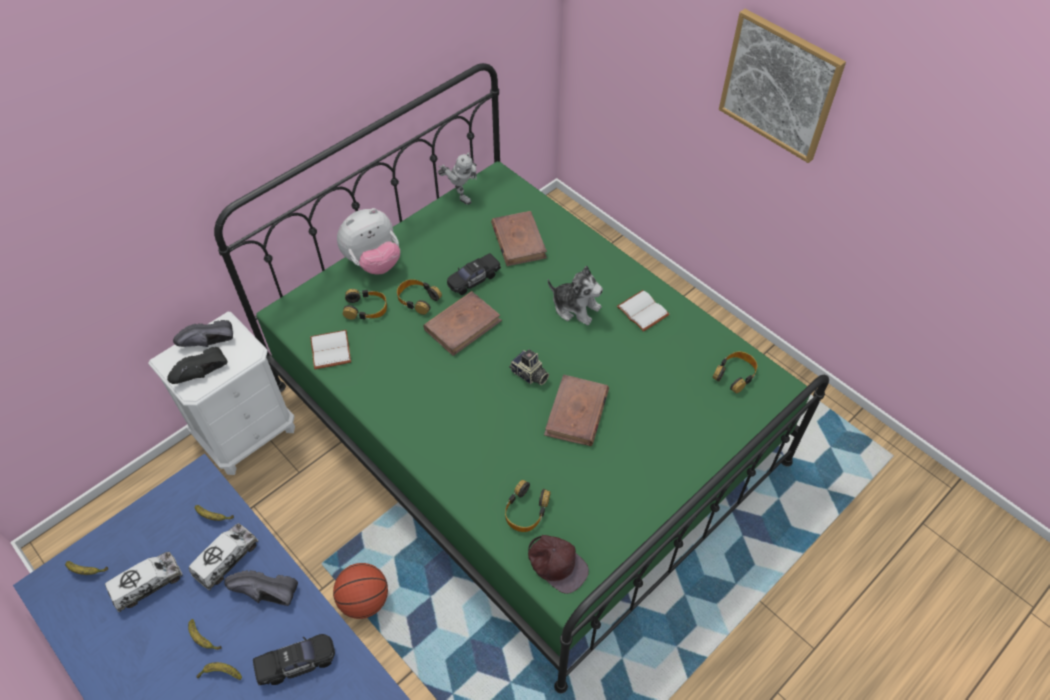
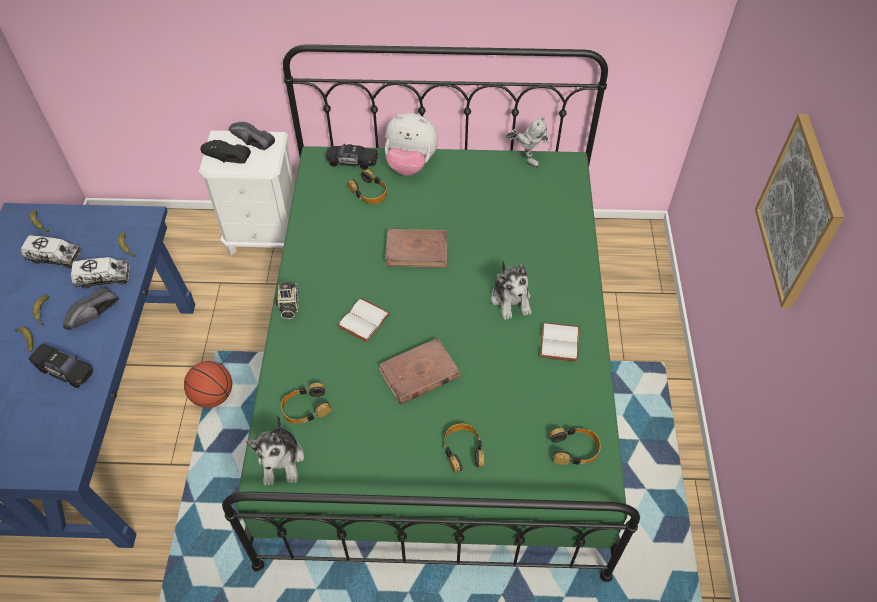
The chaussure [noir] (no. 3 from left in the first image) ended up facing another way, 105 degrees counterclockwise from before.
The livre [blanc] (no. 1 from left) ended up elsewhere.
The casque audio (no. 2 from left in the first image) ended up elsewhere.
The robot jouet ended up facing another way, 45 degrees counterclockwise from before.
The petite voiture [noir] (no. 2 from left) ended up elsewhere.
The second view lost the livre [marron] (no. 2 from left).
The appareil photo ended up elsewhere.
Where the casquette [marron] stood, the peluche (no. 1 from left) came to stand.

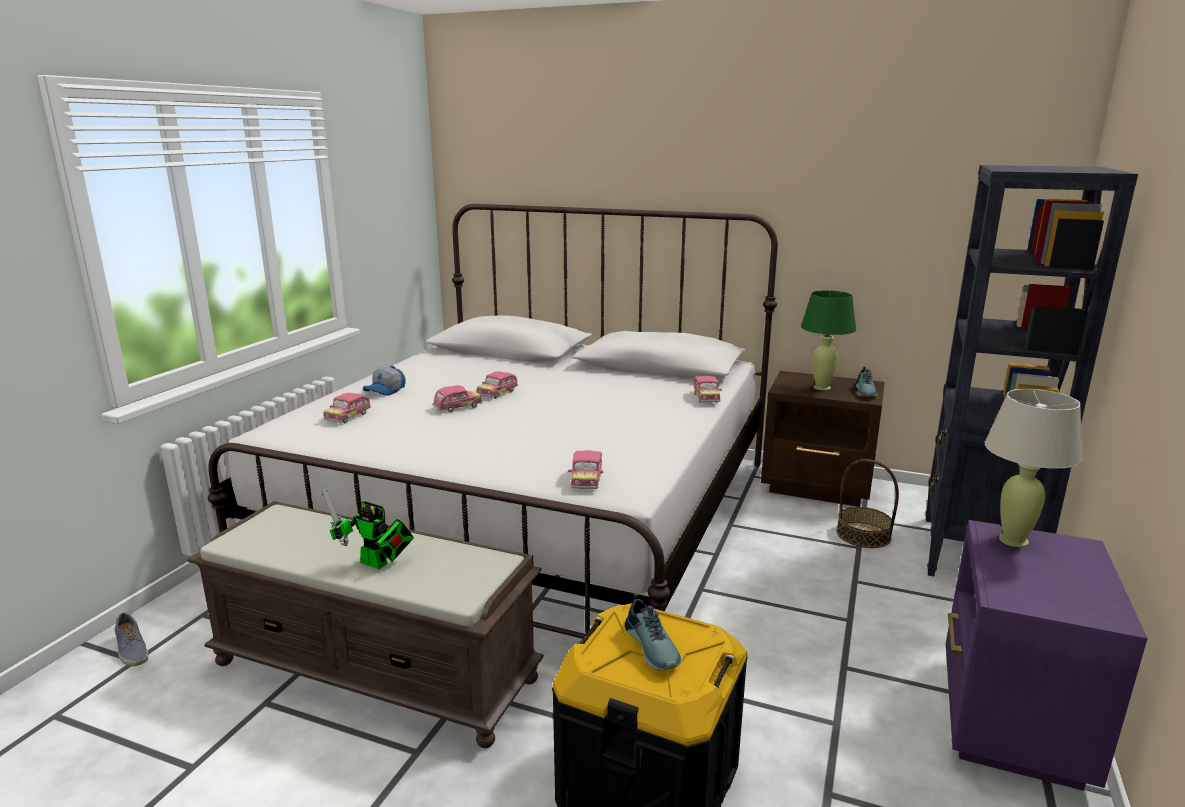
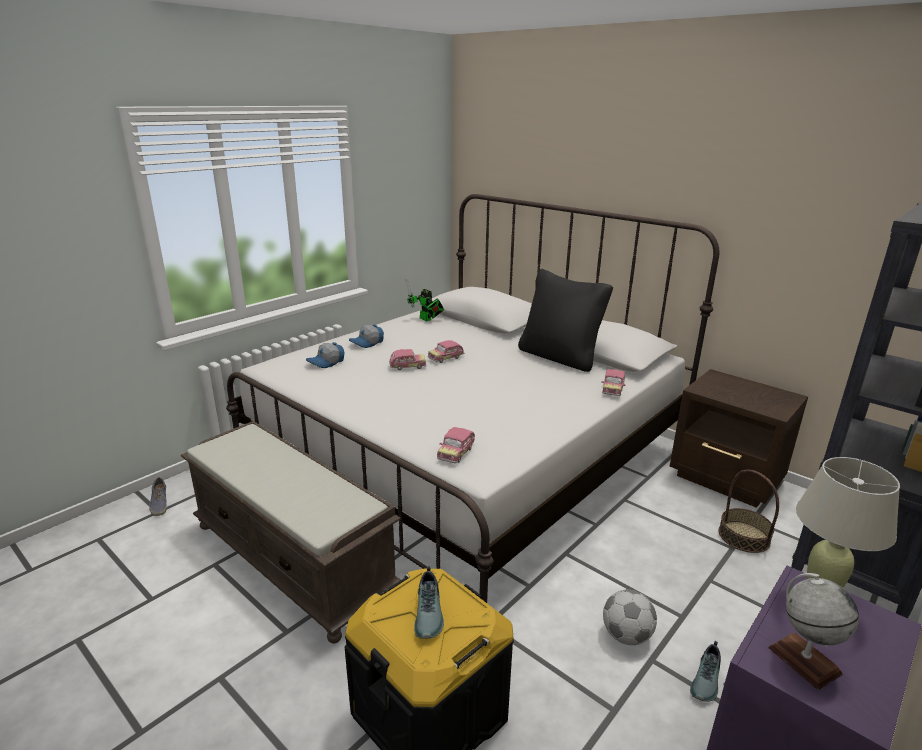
The robot jouet ended up elsewhere.
Where the petite voiture (no. 1 from left) stood, the casquette (no. 1 from left) came to stand.
The second view lost the lampe de table [vert].
The chaussure (no. 3 from left) ended up elsewhere.
The second view gained the coussin [noir].
The second view gained the ballon de foot.
The second view gained the globe.

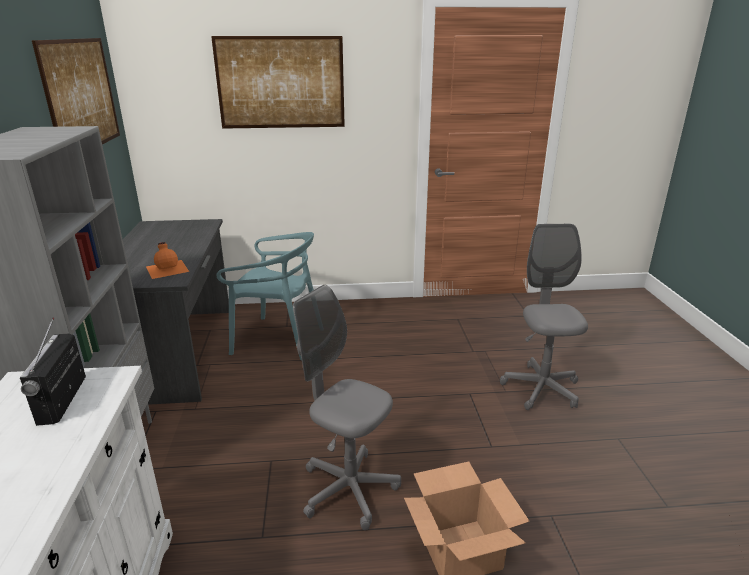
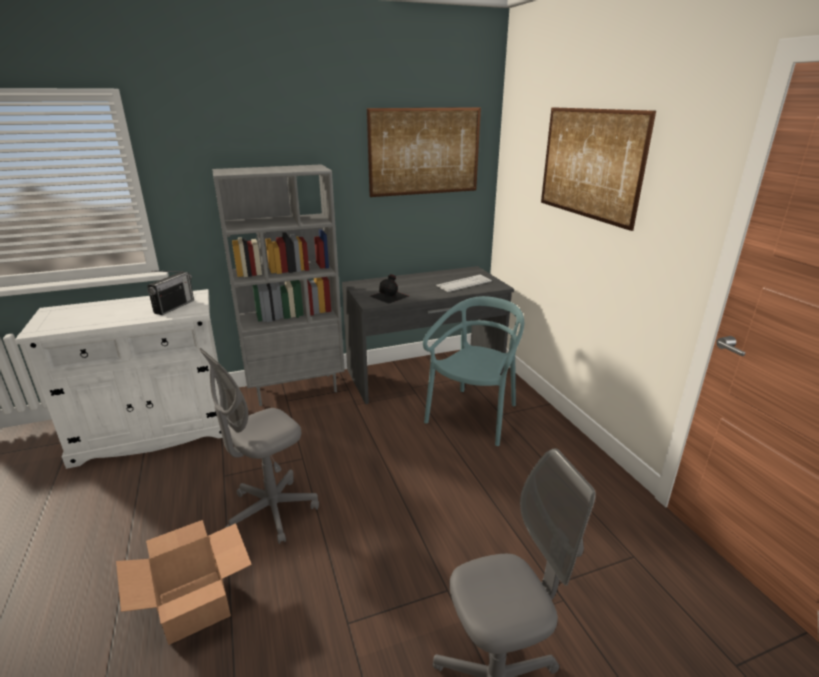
The radio ended up facing another way, 135 degrees clockwise from before.
What was the bouteille [orange] turned into the bouteille [noir].
The chaise [turquoise] ended up facing another way, 150 degrees counterclockwise from before.
The chaise de bureau [gris] (no. 1 from left) ended up facing another way, 150 degrees counterclockwise from before.
The second view gained the clavier.

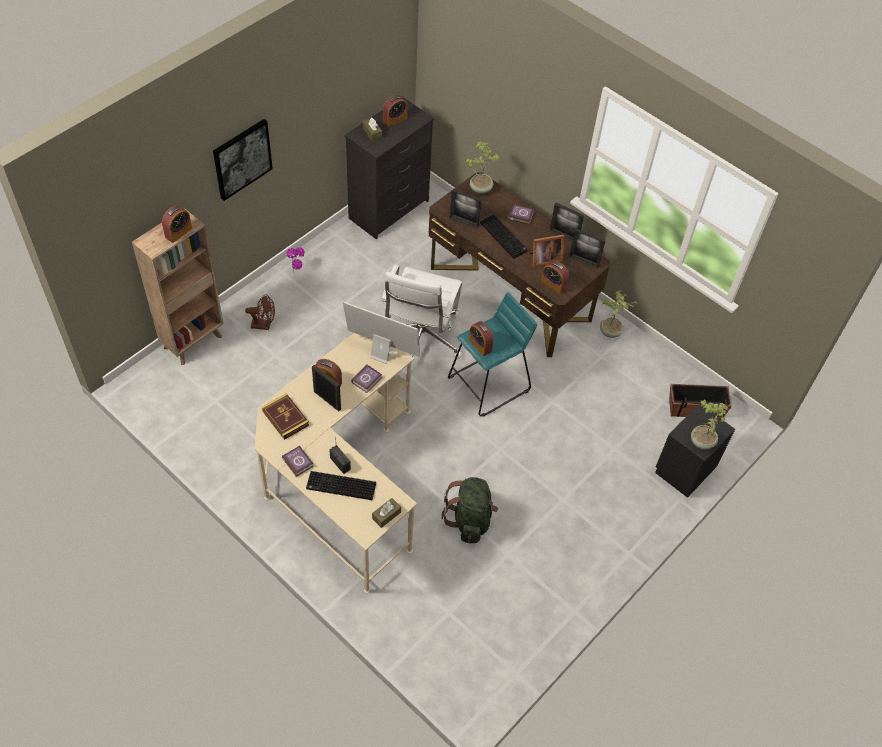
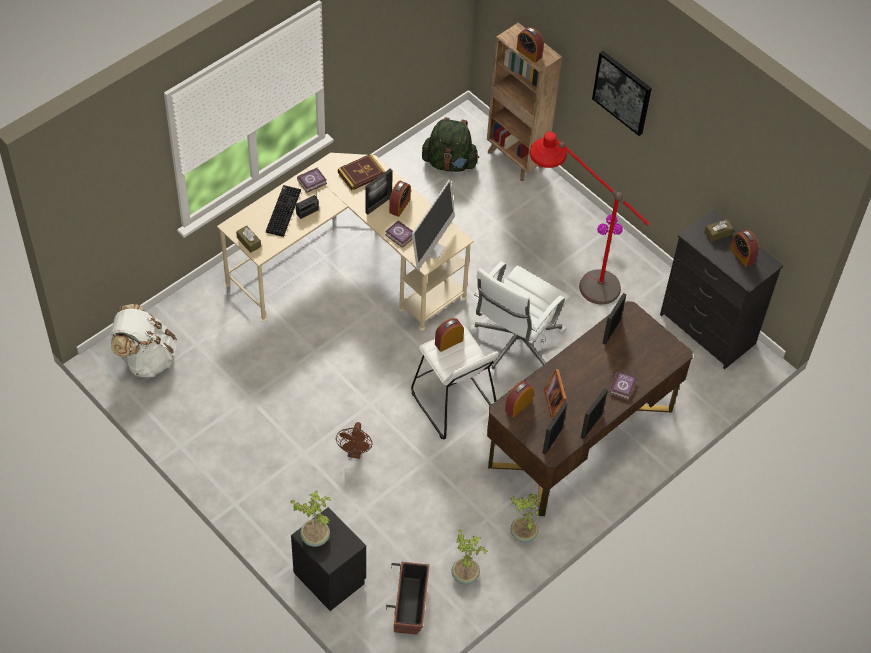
The ventilateur [marron] ended up elsewhere.
The chaise de bureau [blanc] ended up facing another way, 75 degrees counterclockwise from before.
The sac à dos [vert] ended up elsewhere.
What was the tabouret [turquoise] turned into the tabouret [blanc].
The plante en pot (no. 2 from left) ended up elsewhere.
The second view lost the clavier (no. 2 from left).
The second view gained the sac à dos [blanc].
The second view gained the lampadaire [rouge].

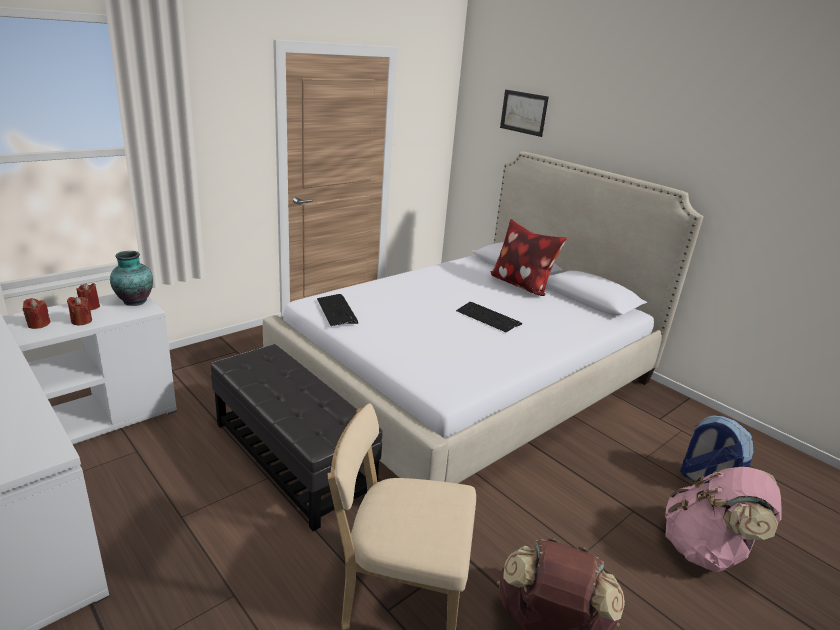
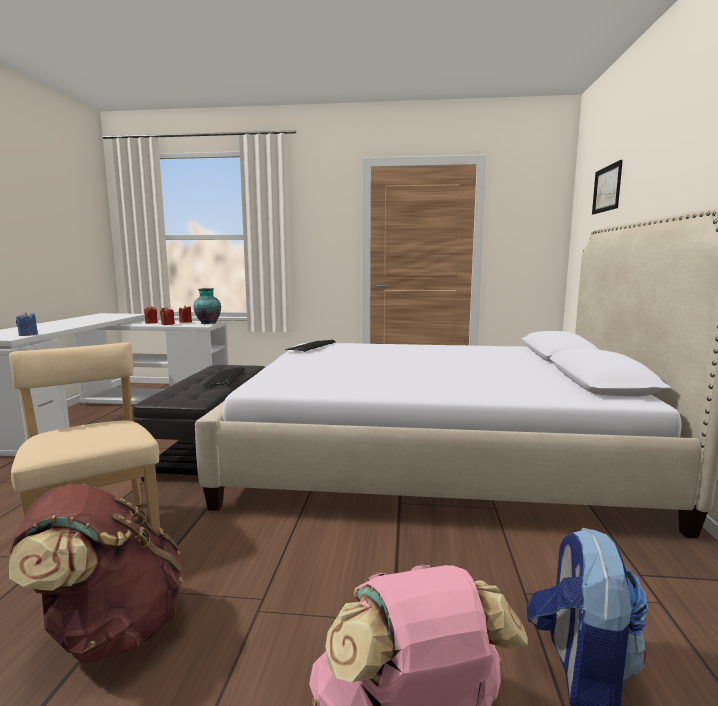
The clavier (no. 2 from left in the first image) ended up elsewhere.
The second view lost the coussin.
The second view gained the bougie [bleu].

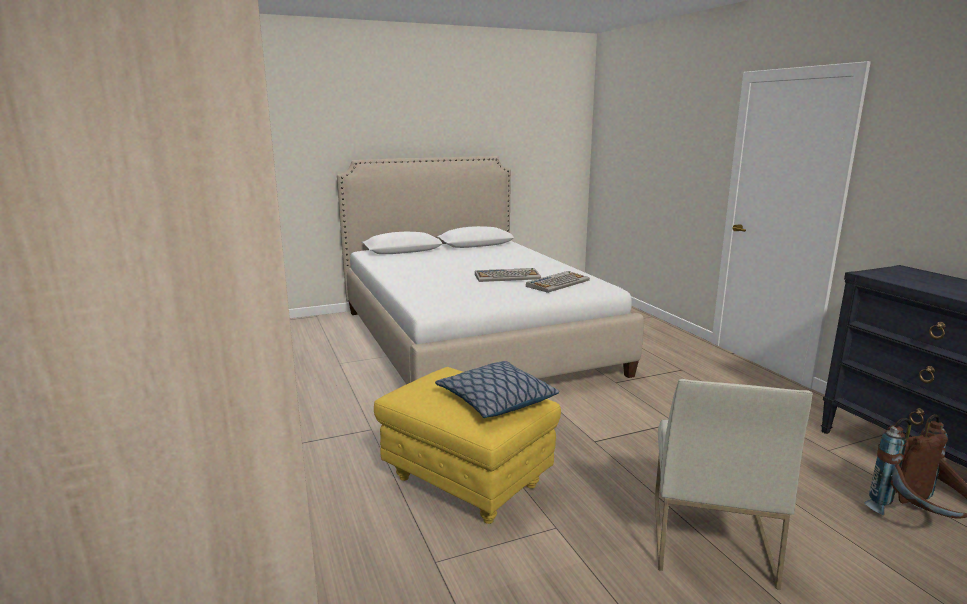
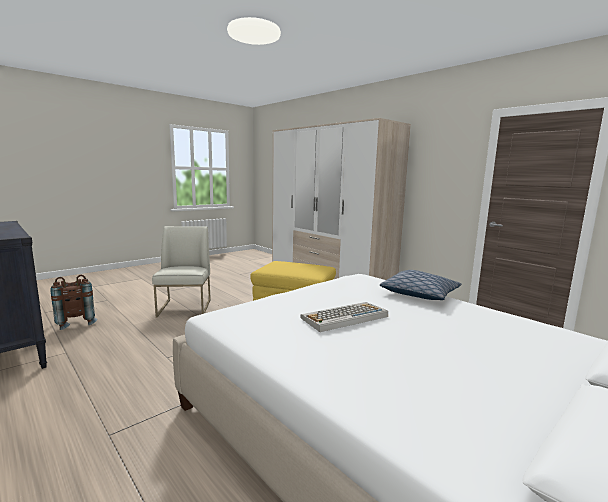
The coussin ended up elsewhere.
The second view lost the clavier (no. 2 from left).

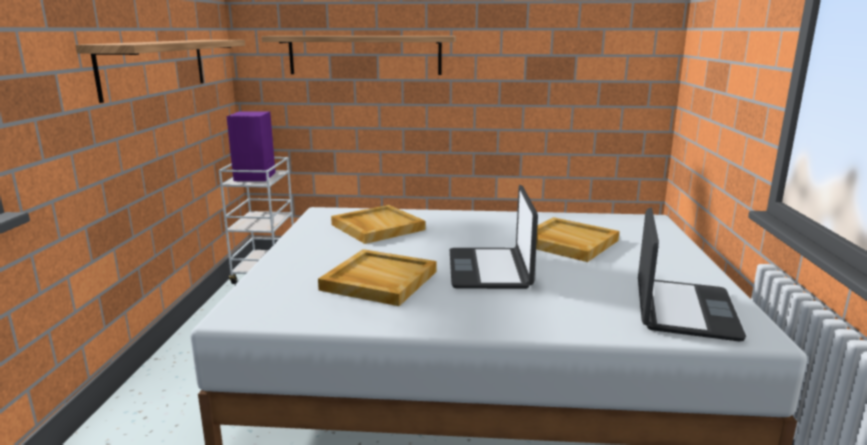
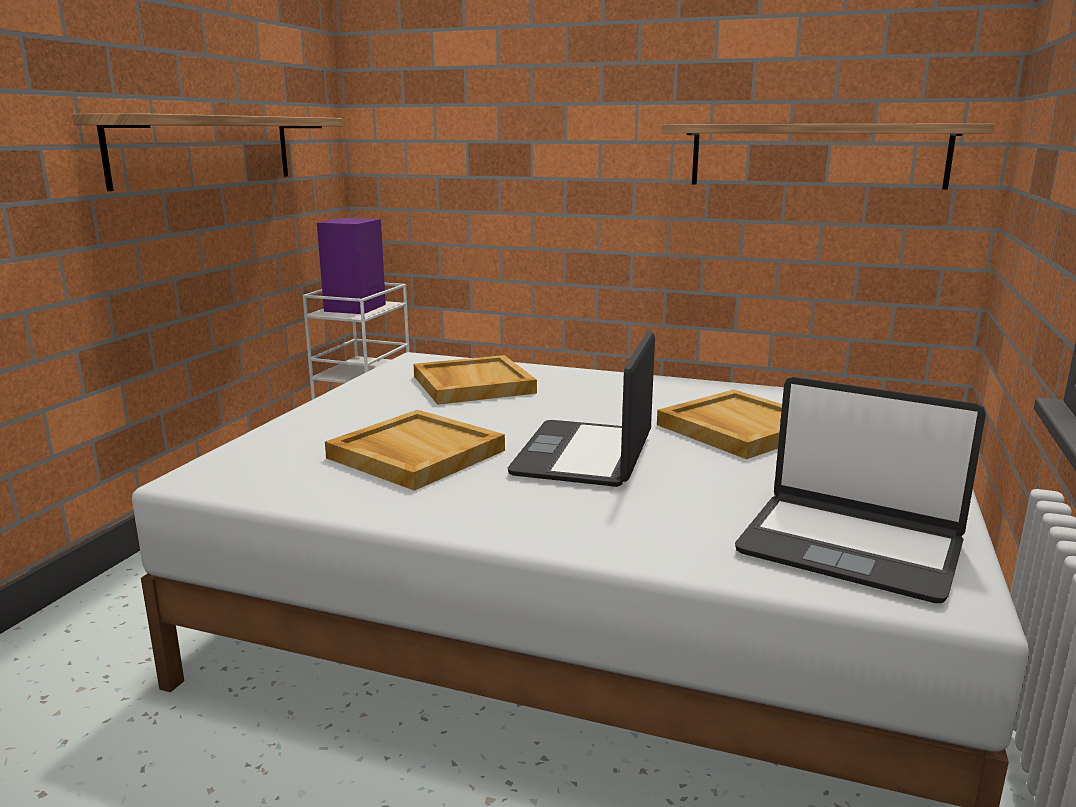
The étagère (no. 2 from left) ended up elsewhere.
The ordinateur portable (no. 2 from left) ended up facing another way, 90 degrees clockwise from before.

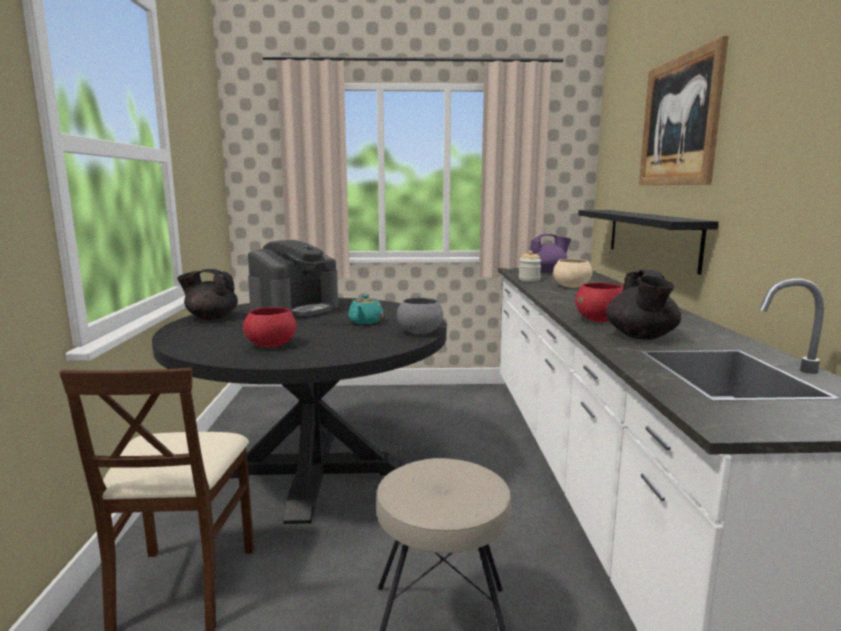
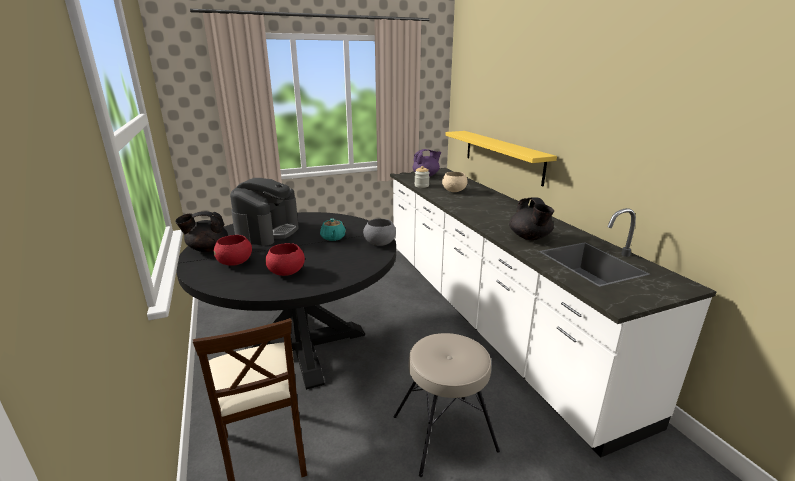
The bol [rouge] (no. 2 from left in the first image) ended up elsewhere.
What was the étagère [noir] turned into the étagère [jaune].
The second view lost the tableau.

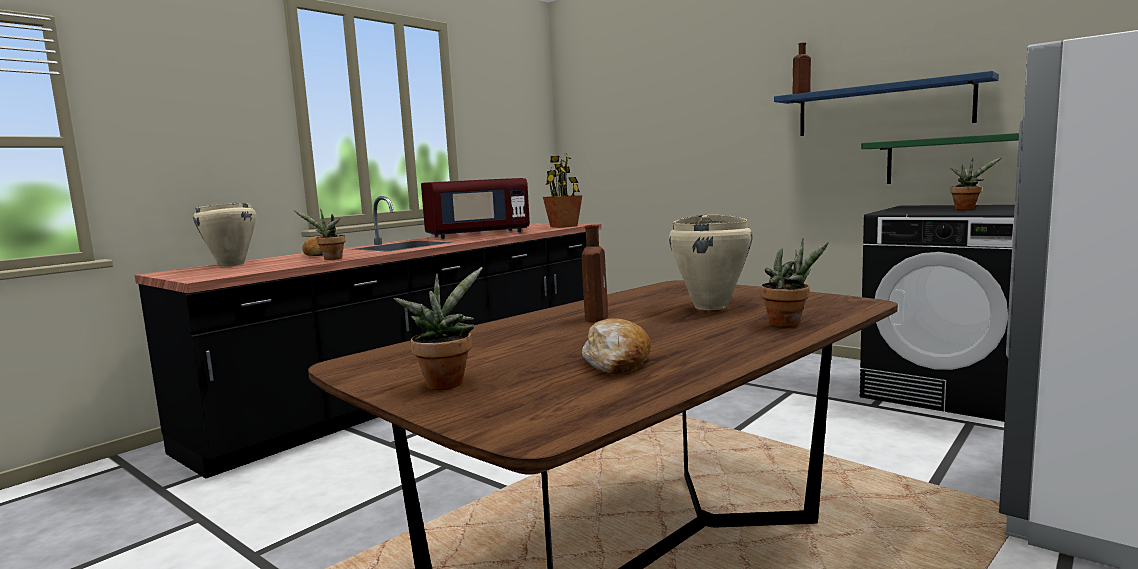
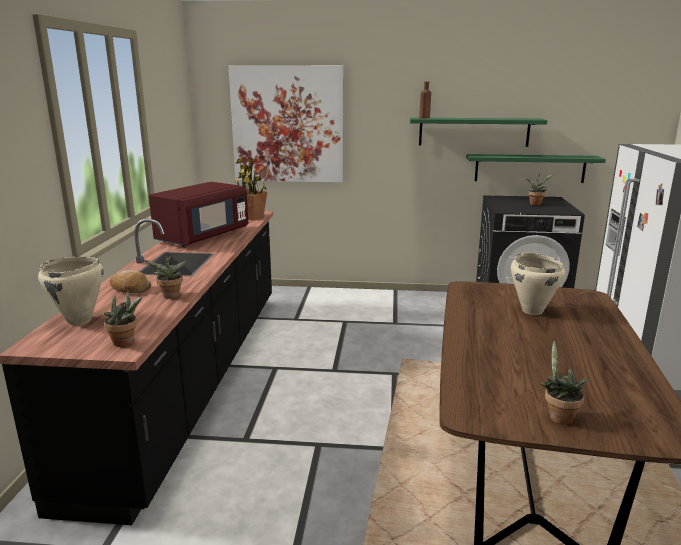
The second view lost the bouteille [marron] (no. 1 from left).
The second view lost the pain (no. 2 from left).
The plante en pot (no. 4 from left in the first image) ended up elsewhere.
What was the étagère [bleu] turned into the étagère [vert] (no. 1 from left).
The second view gained the tableau.

